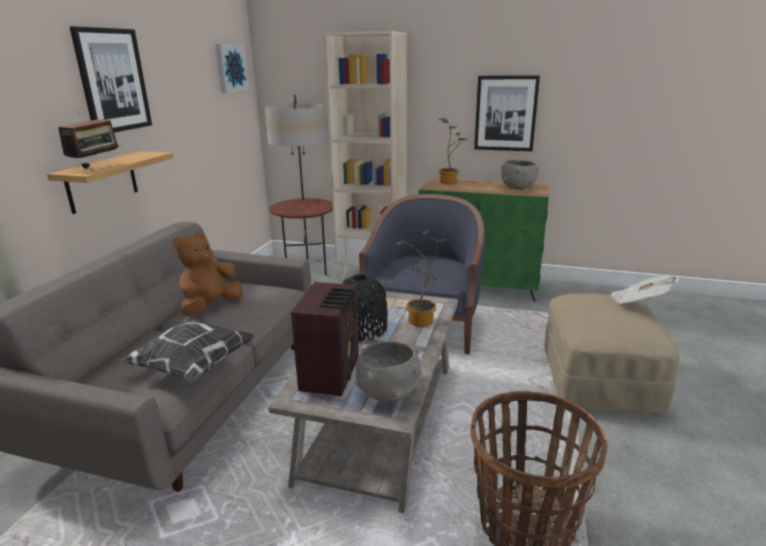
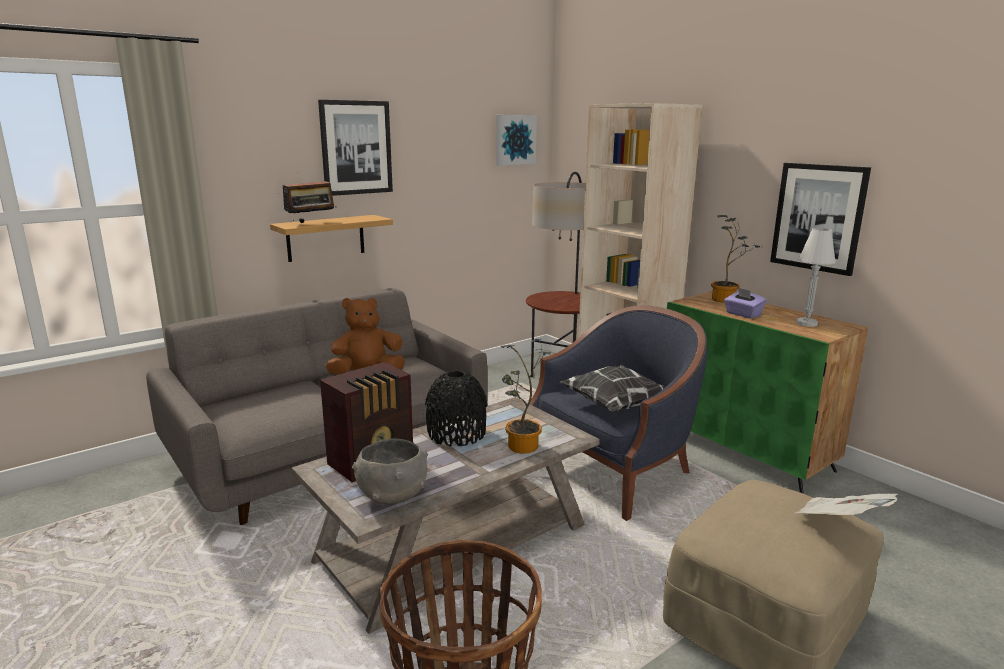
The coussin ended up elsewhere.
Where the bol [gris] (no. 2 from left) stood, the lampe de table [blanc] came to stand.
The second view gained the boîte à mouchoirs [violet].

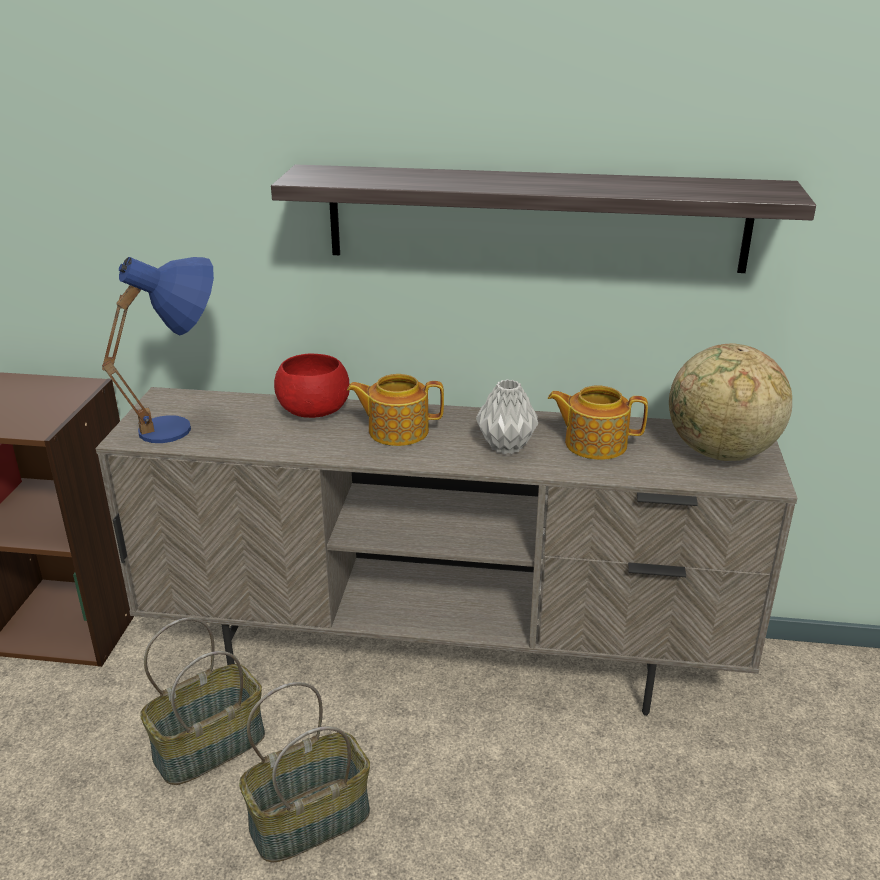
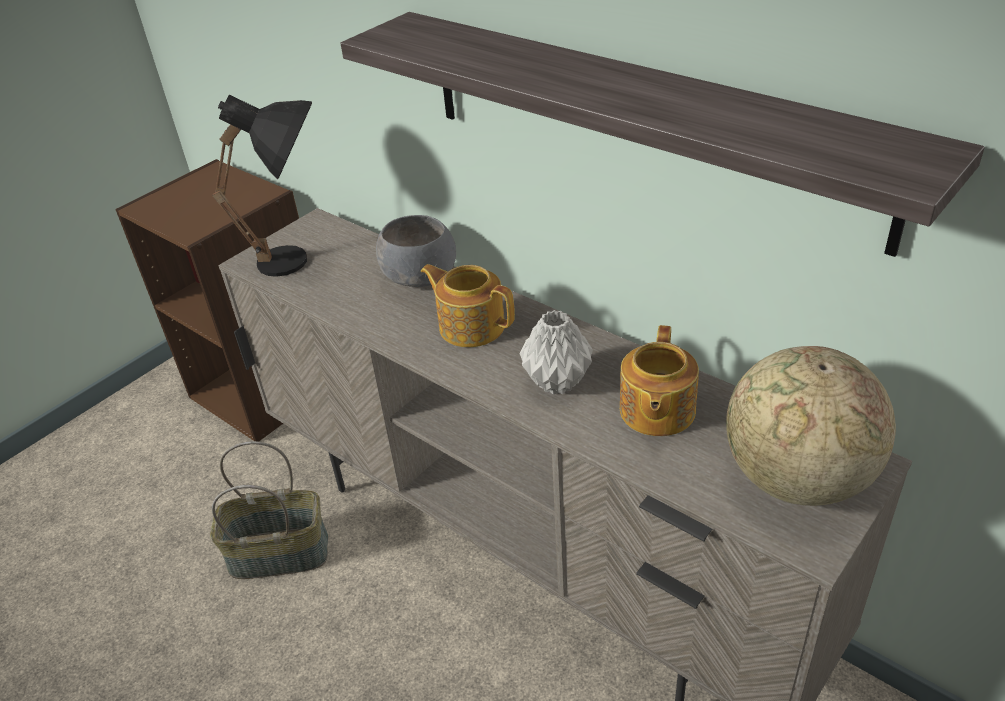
What was the lampe de table [bleu] turned into the lampe de table [noir].
The second view lost the panier (no. 2 from left).
What was the bol [rouge] turned into the bol [gris].
The théière (no. 2 from left) ended up facing another way, 120 degrees counterclockwise from before.

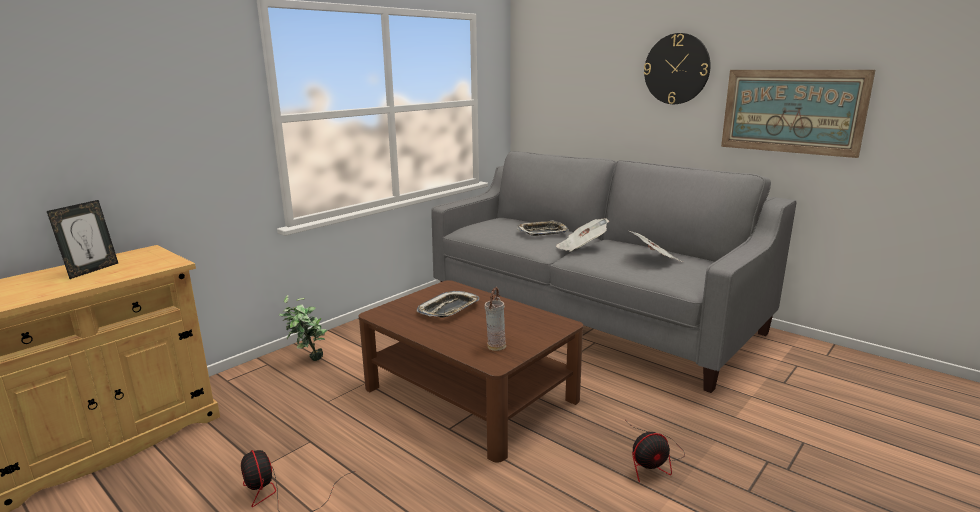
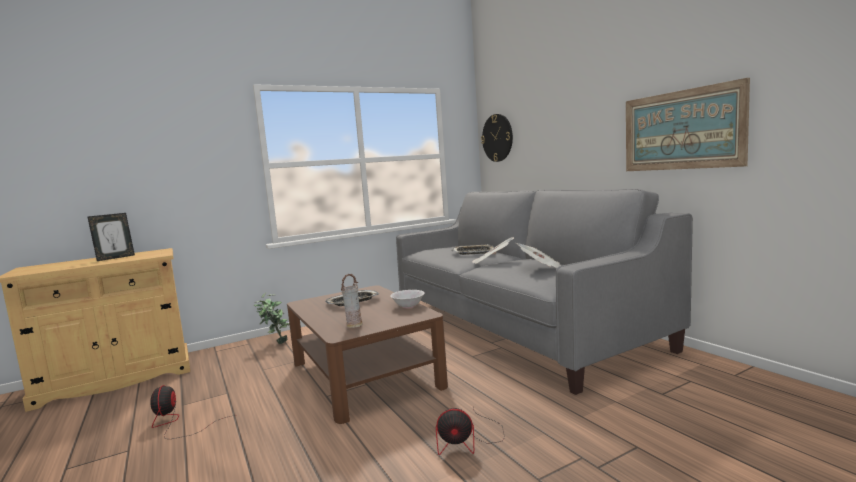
The horloge murale ended up elsewhere.
The second view gained the bol [blanc].

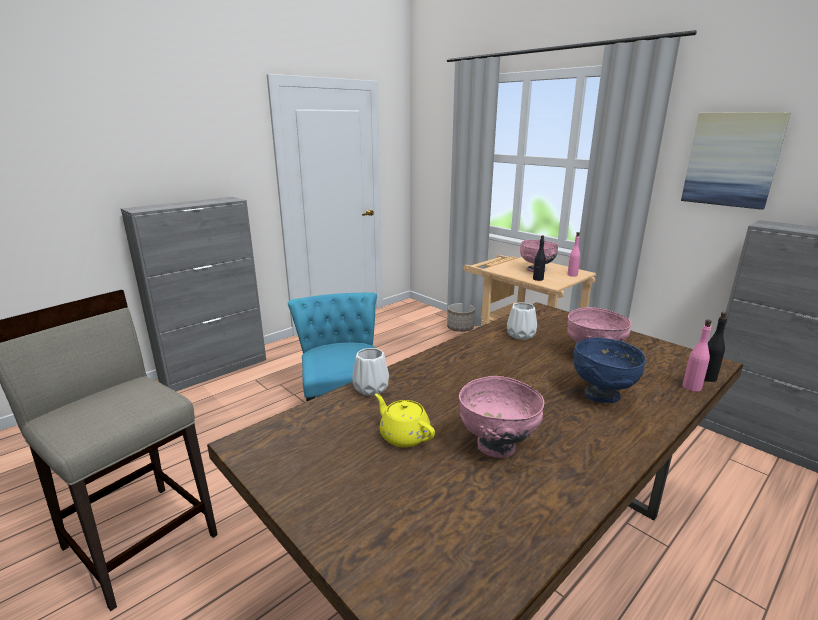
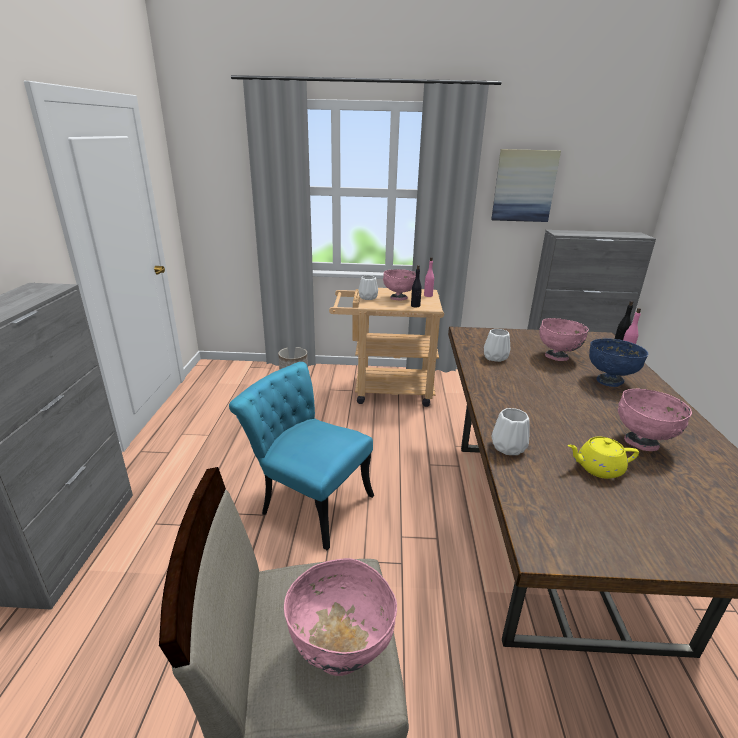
The second view gained the bol [rose] (no. 1 from left).
The second view gained the vase [blanc] (no. 1 from left).

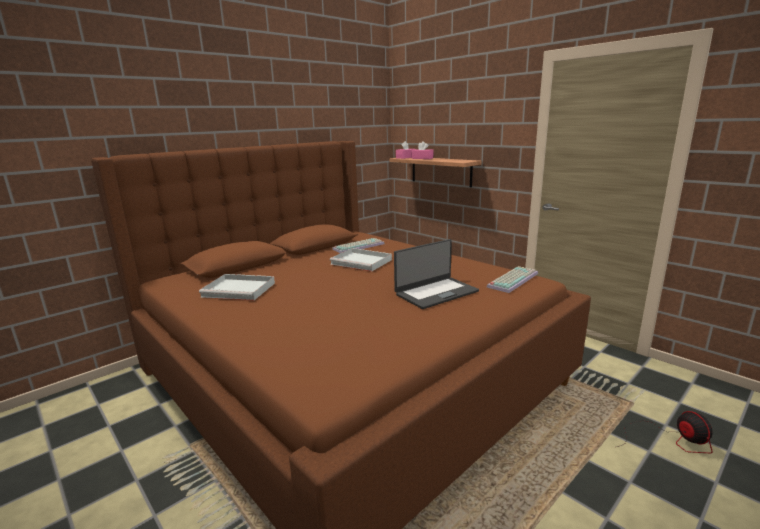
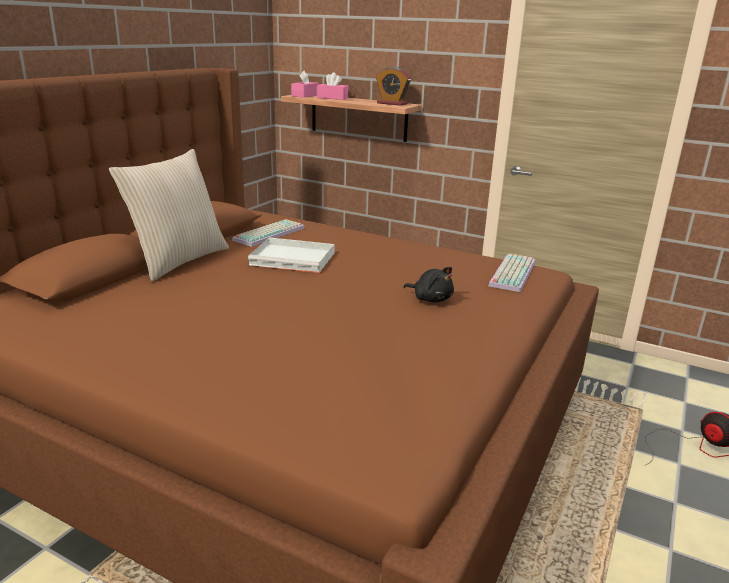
The second view lost the plateau [blanc] (no. 1 from left).
Where the ordinateur portable stood, the peluche [noir] came to stand.
The second view gained the coussin [beige].
The second view gained the réveil.

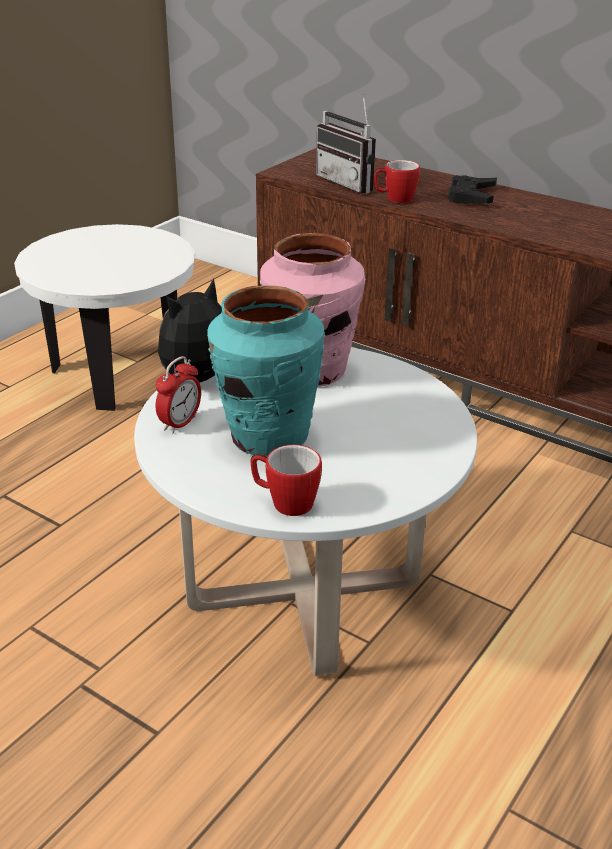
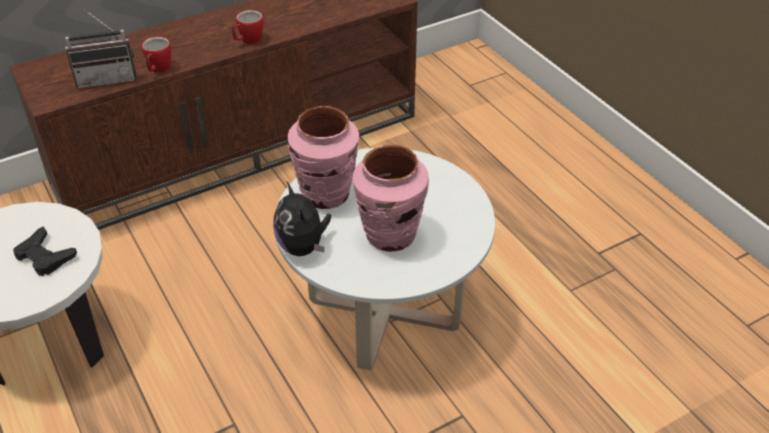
The second view lost the réveil.
What was the vase [turquoise] turned into the vase [rose] (no. 2 from left).
The mug (no. 1 from left in the first image) ended up elsewhere.
The manette [noir] ended up elsewhere.

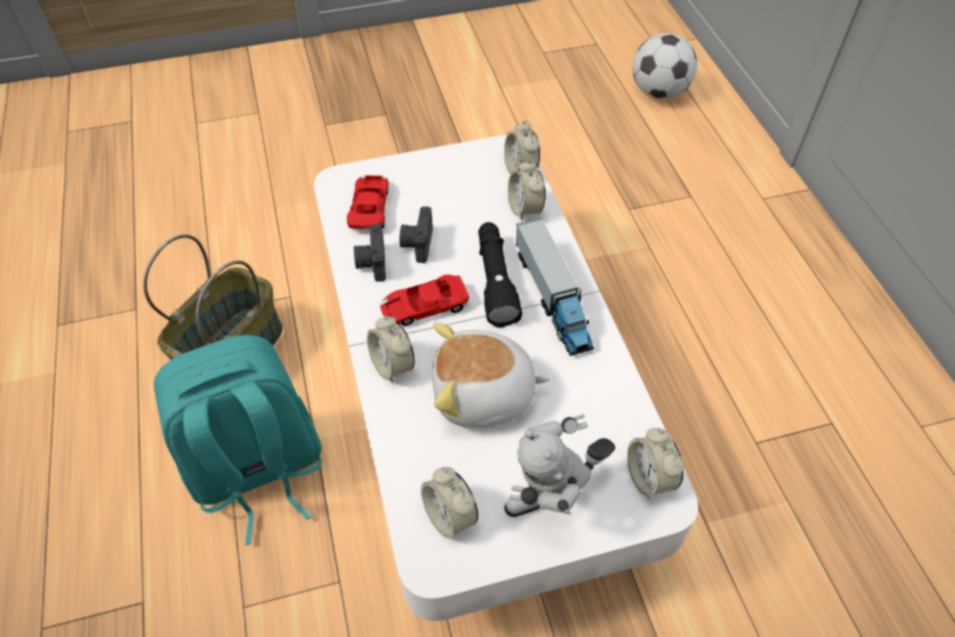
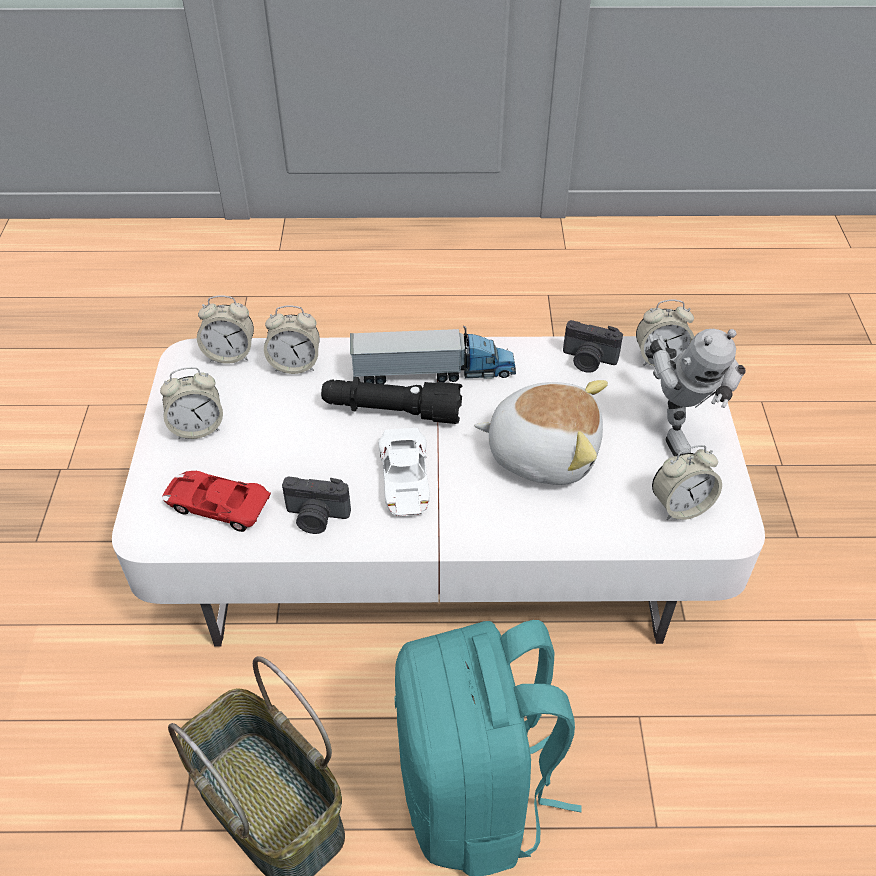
The réveil (no. 1 from left) ended up elsewhere.
What was the petite voiture [rouge] (no. 2 from left) turned into the petite voiture [blanc].
The appareil photo (no. 2 from left) ended up elsewhere.
The peluche ended up facing another way, 90 degrees counterclockwise from before.
The second view lost the ballon de foot.

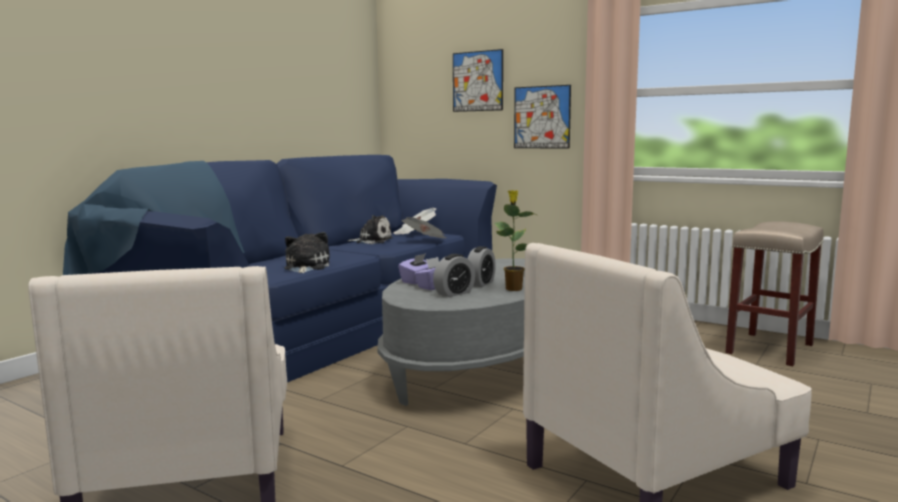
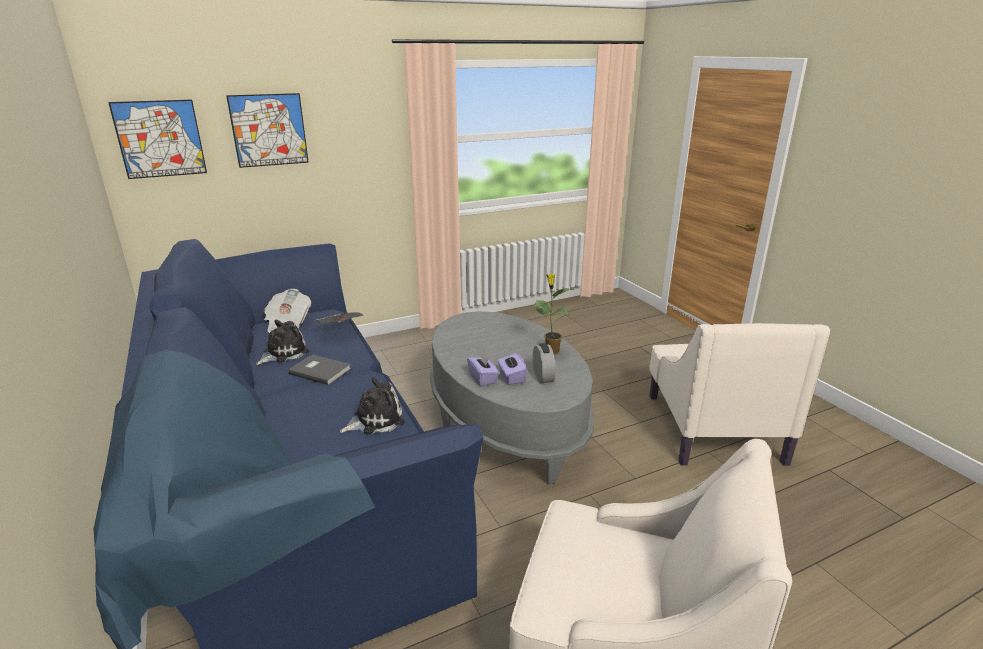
The peluche (no. 1 from left in the first image) ended up facing another way, 120 degrees clockwise from before.
The second view lost the réveil (no. 2 from left).
The tableau (no. 2 from left in the first image) ended up elsewhere.
The second view lost the tabouret [beige].
The second view gained the livre [gris].

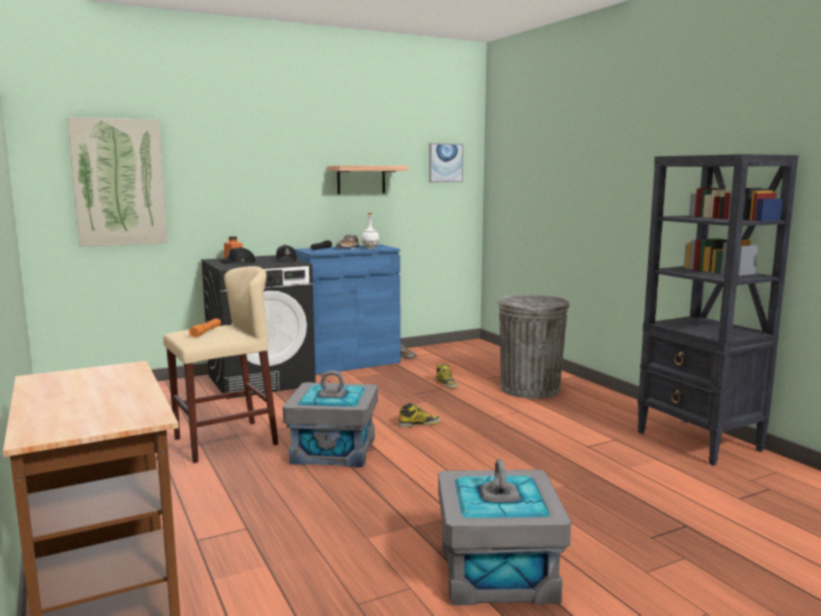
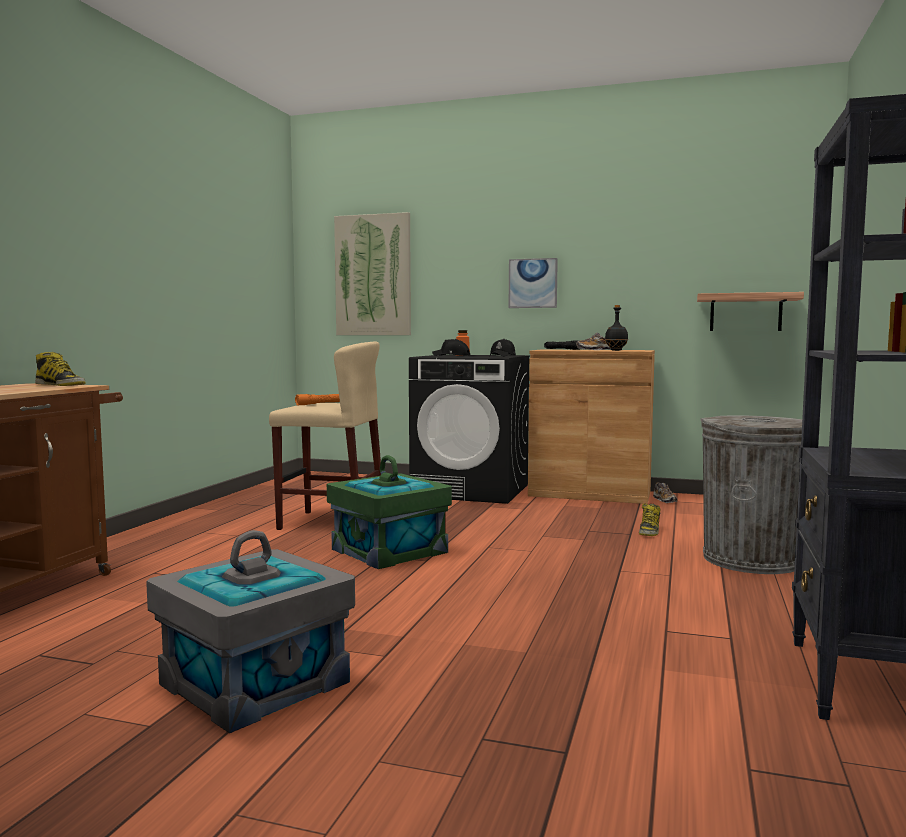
What was the boîte de rangement [gris] (no. 1 from left) turned into the boîte de rangement [vert].
What was the meuble de rangement [bleu] turned into the meuble de rangement [marron].
The étagère ended up elsewhere.
What was the bouteille [blanc] turned into the bouteille [noir].
The botte (no. 1 from left) ended up elsewhere.
The tableau (no. 2 from left) ended up elsewhere.

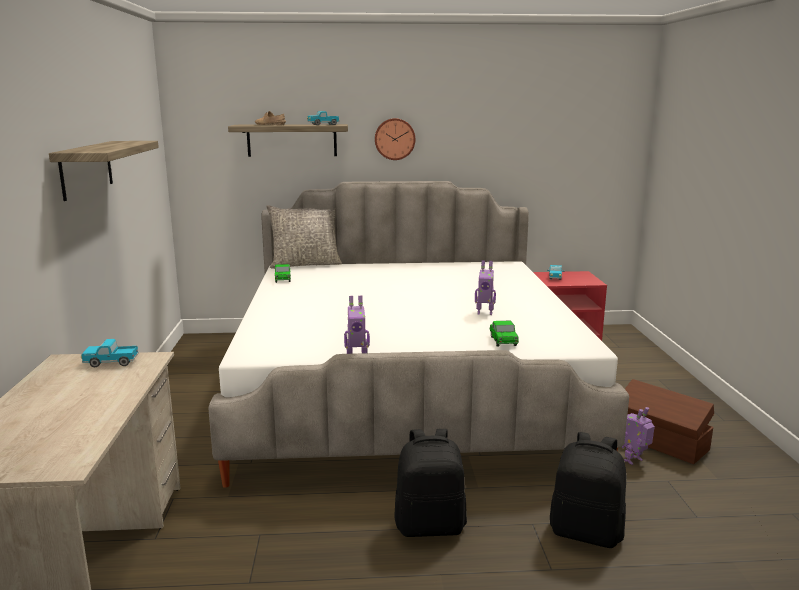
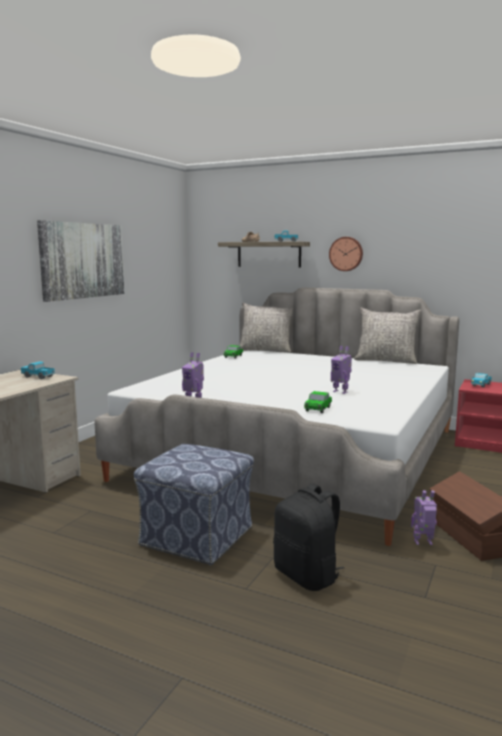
Where the étagère (no. 1 from left) hung, the tableau came to hang.
Where the sac à dos [noir] (no. 1 from left) stood, the pouf came to stand.
The second view gained the coussin [gris] (no. 2 from left).

